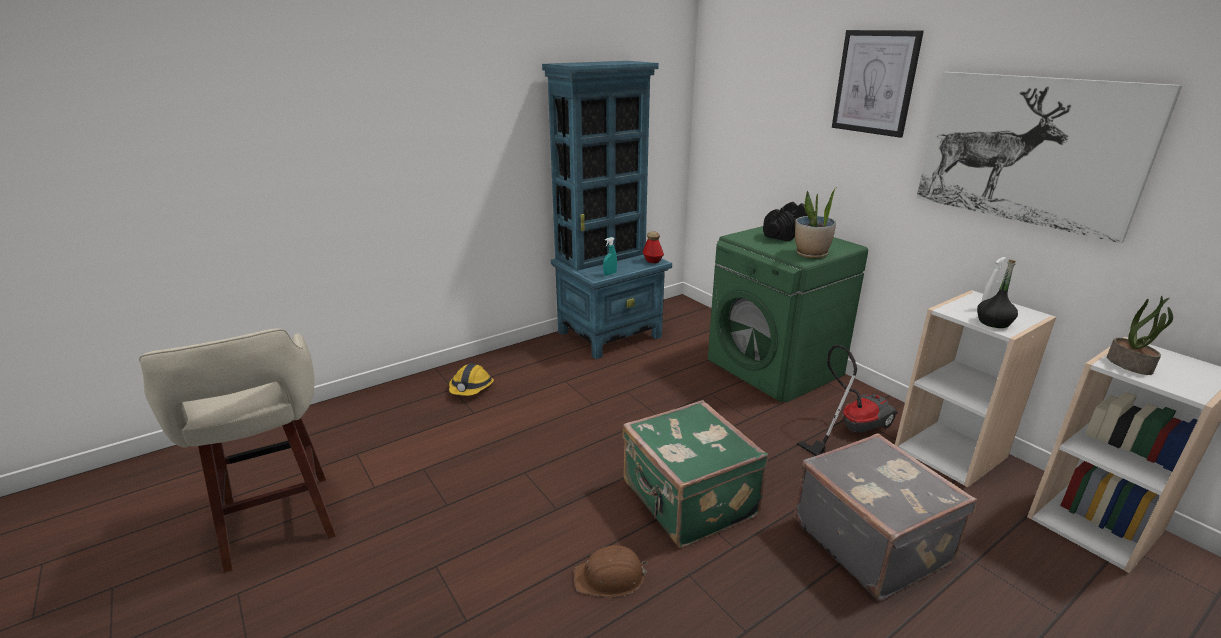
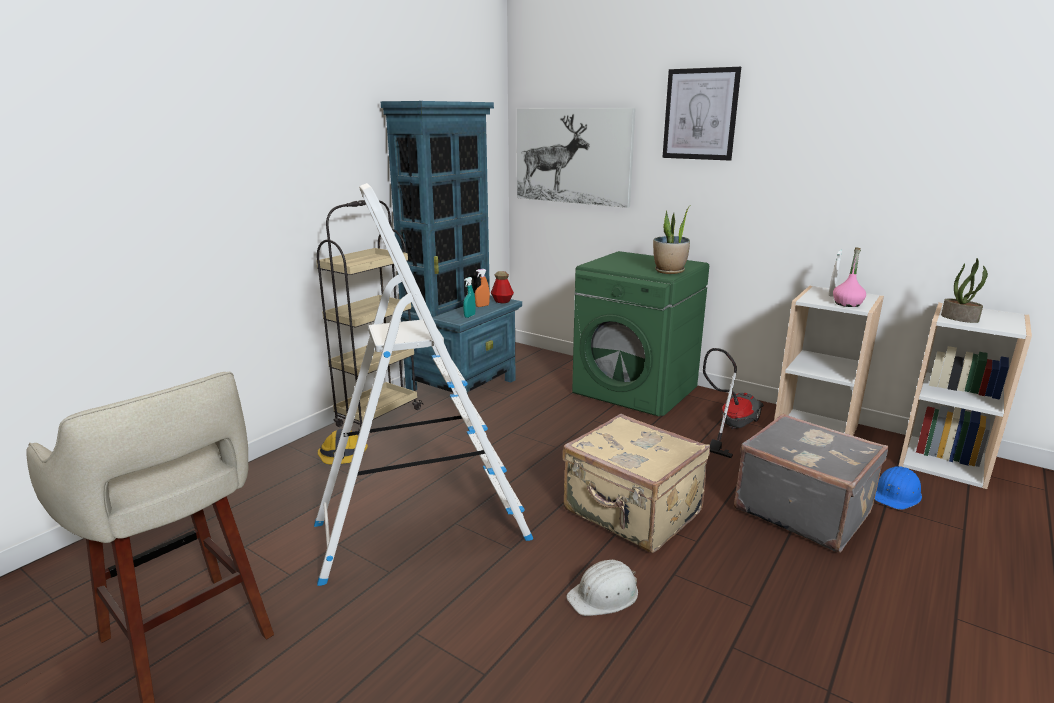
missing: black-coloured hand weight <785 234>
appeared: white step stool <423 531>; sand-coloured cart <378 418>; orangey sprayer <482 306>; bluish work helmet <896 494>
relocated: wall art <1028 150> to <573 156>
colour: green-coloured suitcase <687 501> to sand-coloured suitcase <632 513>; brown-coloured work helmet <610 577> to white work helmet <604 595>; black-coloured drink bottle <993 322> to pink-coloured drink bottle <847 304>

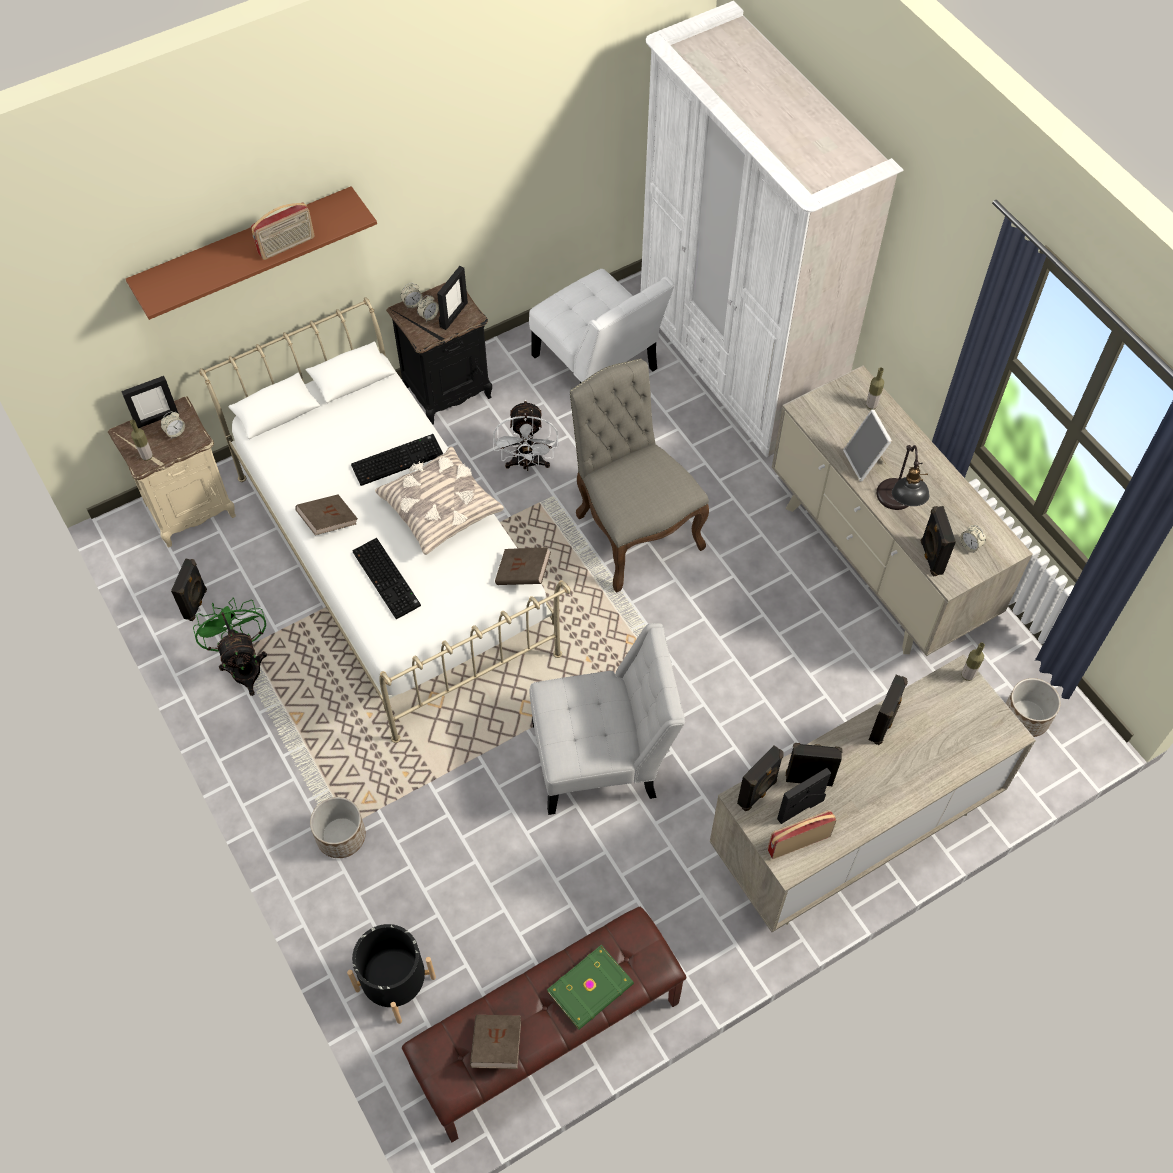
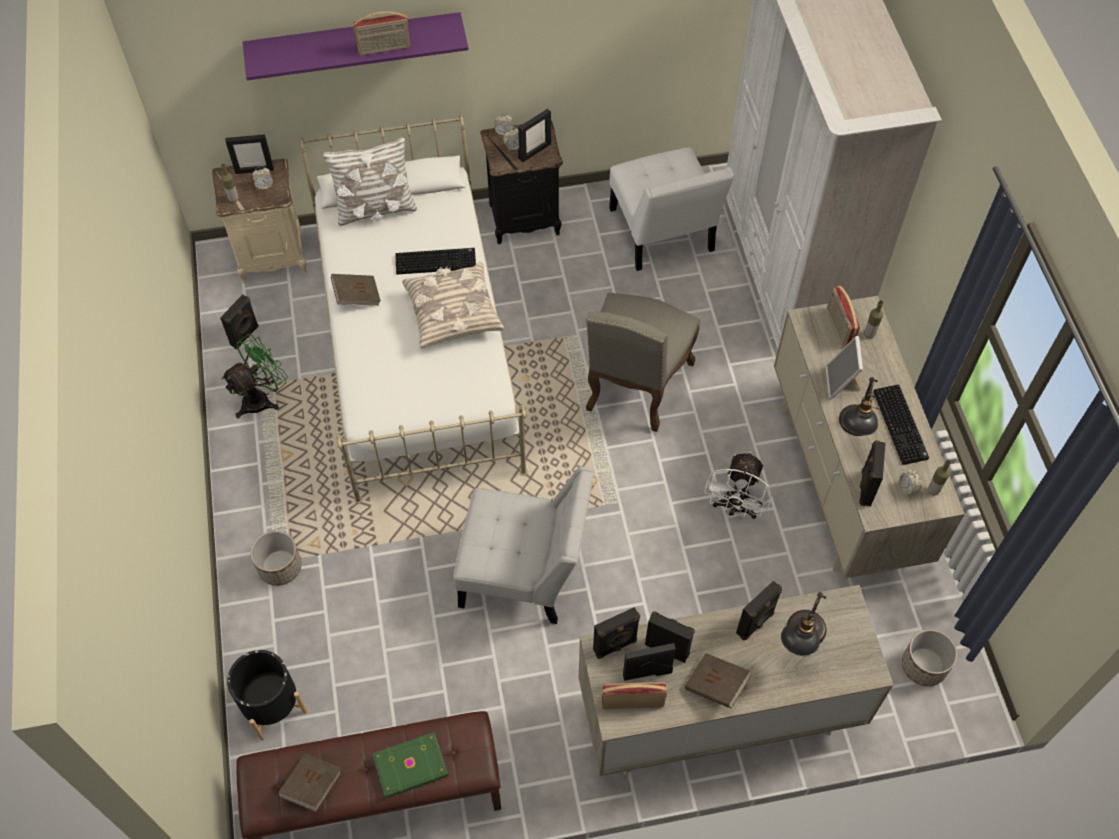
appeared: white throw pillow <376 210>; grey lamp for a table <800 643>; radio receiver <839 327>
relocated: brown-coloured volume <523 574> to <716 686>; white fan <527 464> to <735 508>; PC keyboard <388 579> to <902 425>; drink bottle <967 675> to <933 490>
colour: brown-coloured wall shelf <245 248> to purple-coloured wall shelf <355 42>
spun: green-coloured fan <244 665> = <262 398> 45 degrees clockwise; grey chair <634 532> = <634 387> 150 degrees counterclockwise

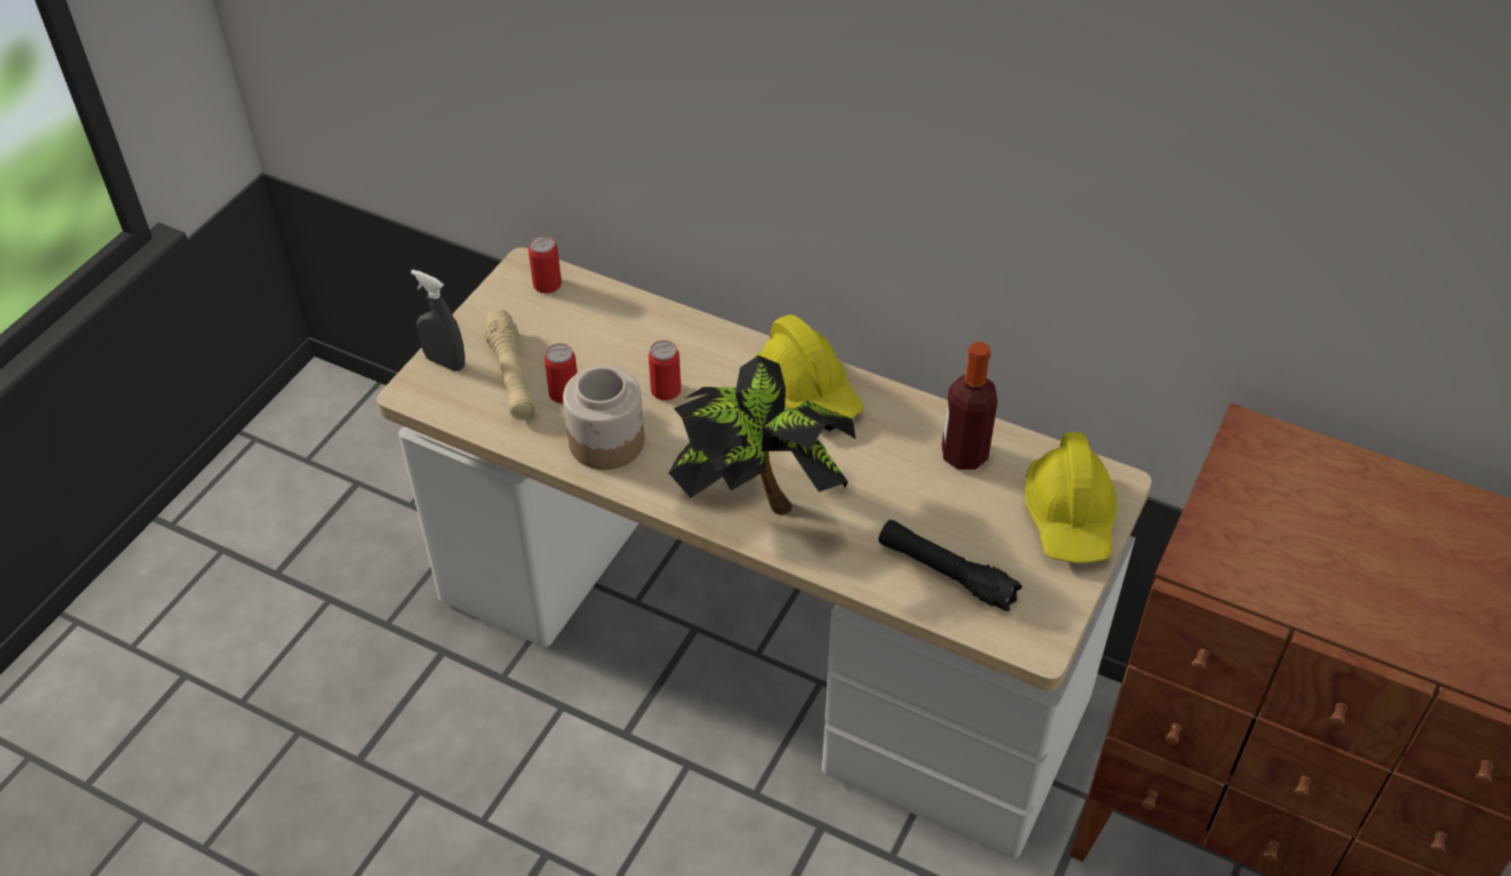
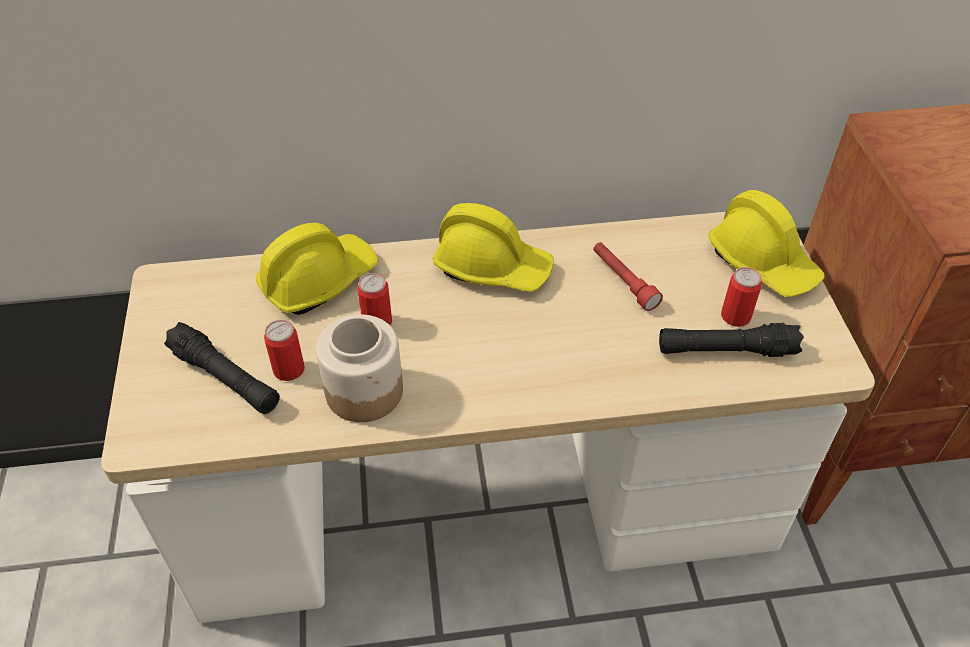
missing: grey sprayer <445 362>; houseplant <760 497>; drink bottle <964 455>
appeared: yellow work helmet <318 280>; red torch <623 281>
relocated: metal can <547 284> to <735 316>
colour: sand-coloured torch <512 375> to black-coloured torch <225 378>

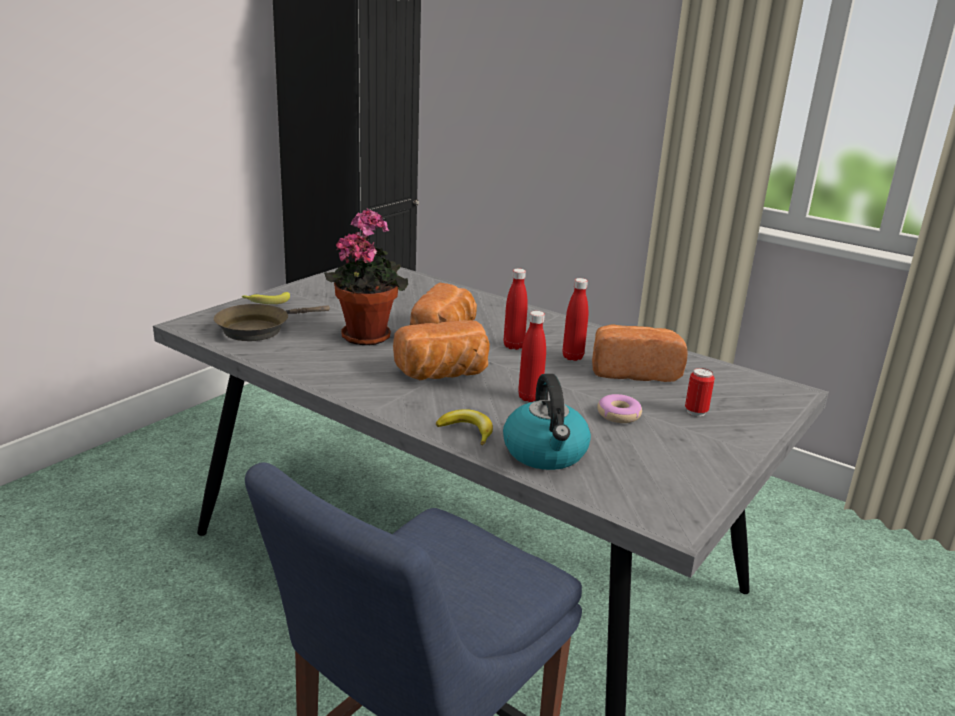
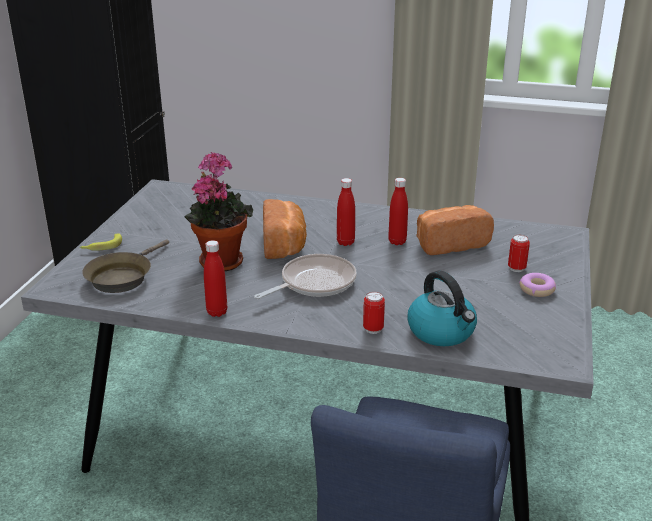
relocated: red drink bottle <530 397> to <217 312>; doughnut <618 415> to <536 289>
exchanged: baked bread <444 375> to frying pan <314 283>; banana <467 431> to metal can <373 329>

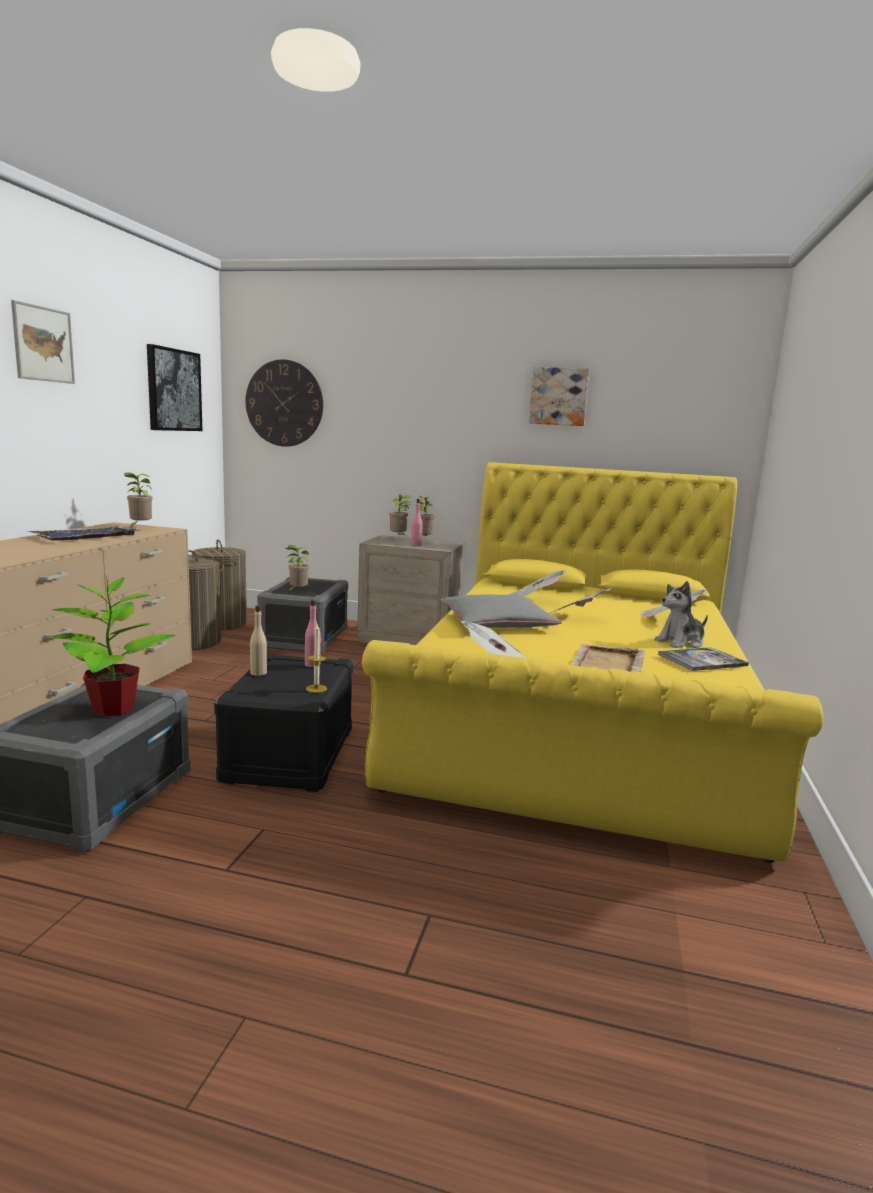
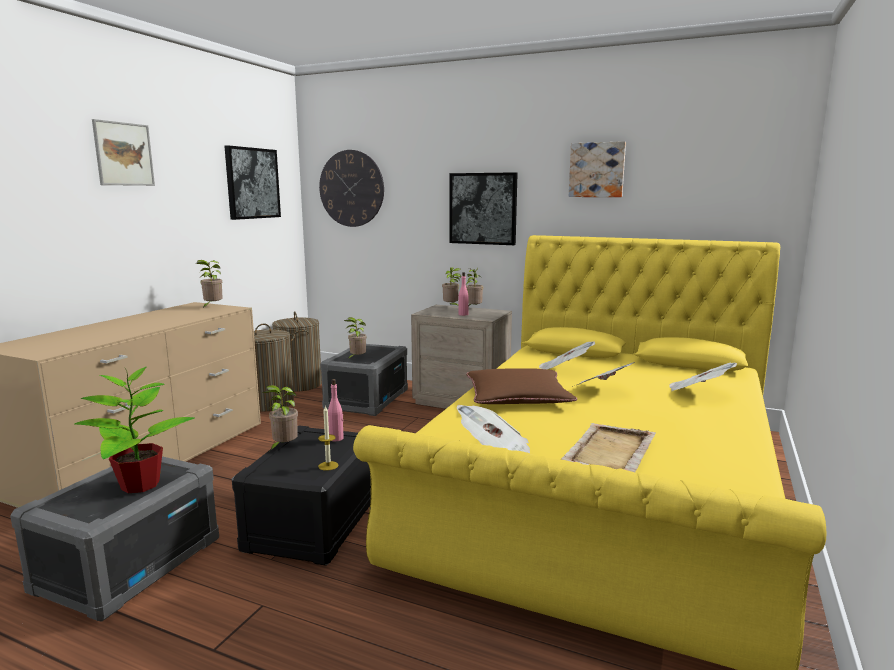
missing: bluish carrying tray <85 536>; soft toy <680 642>; volume <702 660>
appeared: wall art <483 208>
exchanged: sand-coloured drink bottle <258 673> to houseplant <283 447>
colour: grey throw pillow <497 622> to brown-coloured throw pillow <517 397>

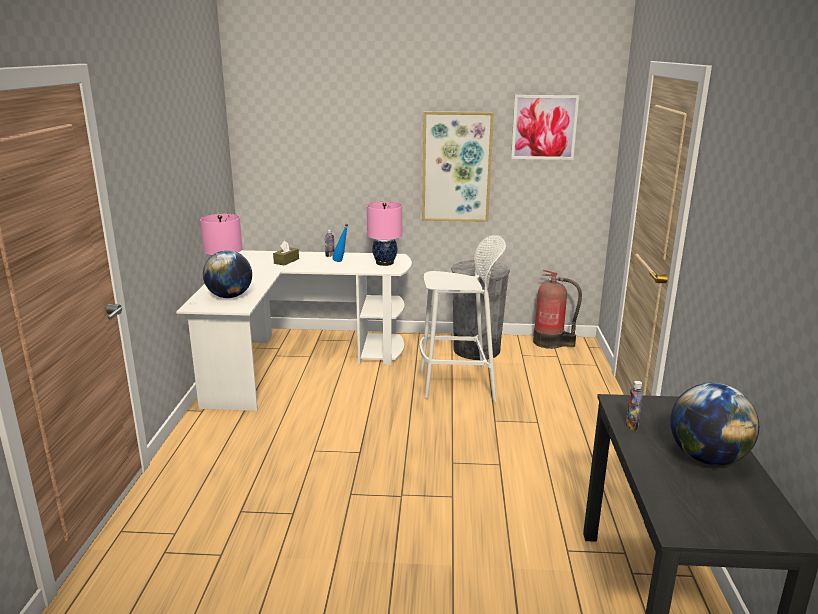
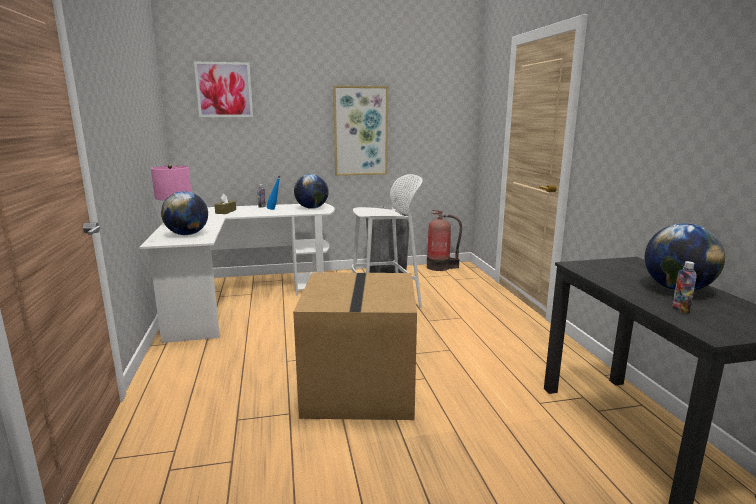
appeared: cardboard box <358 386>
relocated: wall art <544 127> to <224 90>; drink bottle <631 426> to <680 309>
exchanged: pink-coloured lamp for a table <384 263> to globe <311 208>

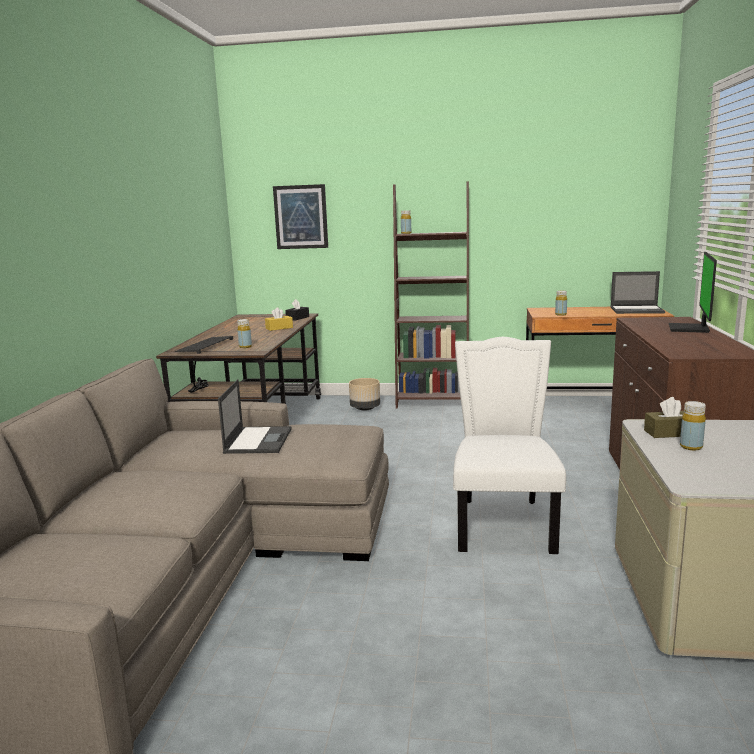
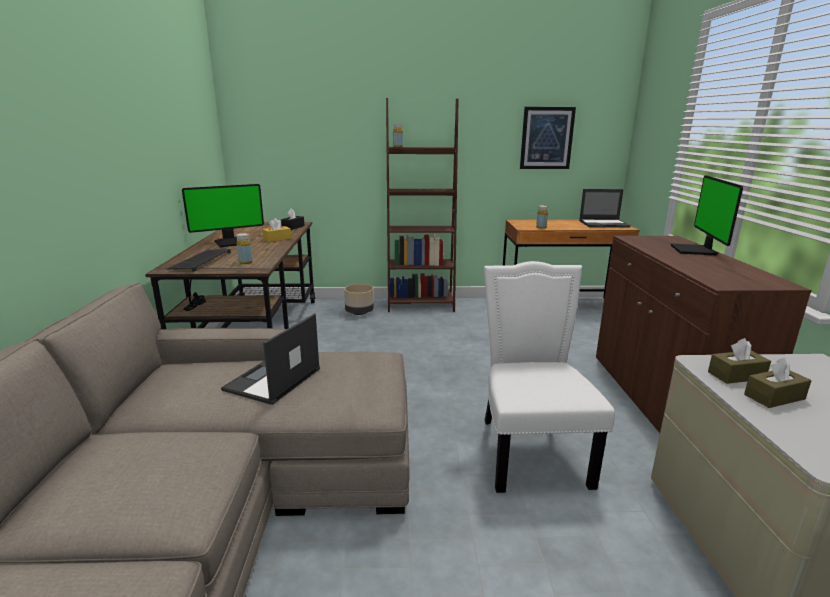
appeared: computer display <231 242>
relocated: wall art <301 217> to <546 138>
exchanged: yellow drink bottle <691 447> to brown-coloured tissue holder <774 397>
spun: laptop <258 440> = <272 380> 150 degrees counterclockwise

